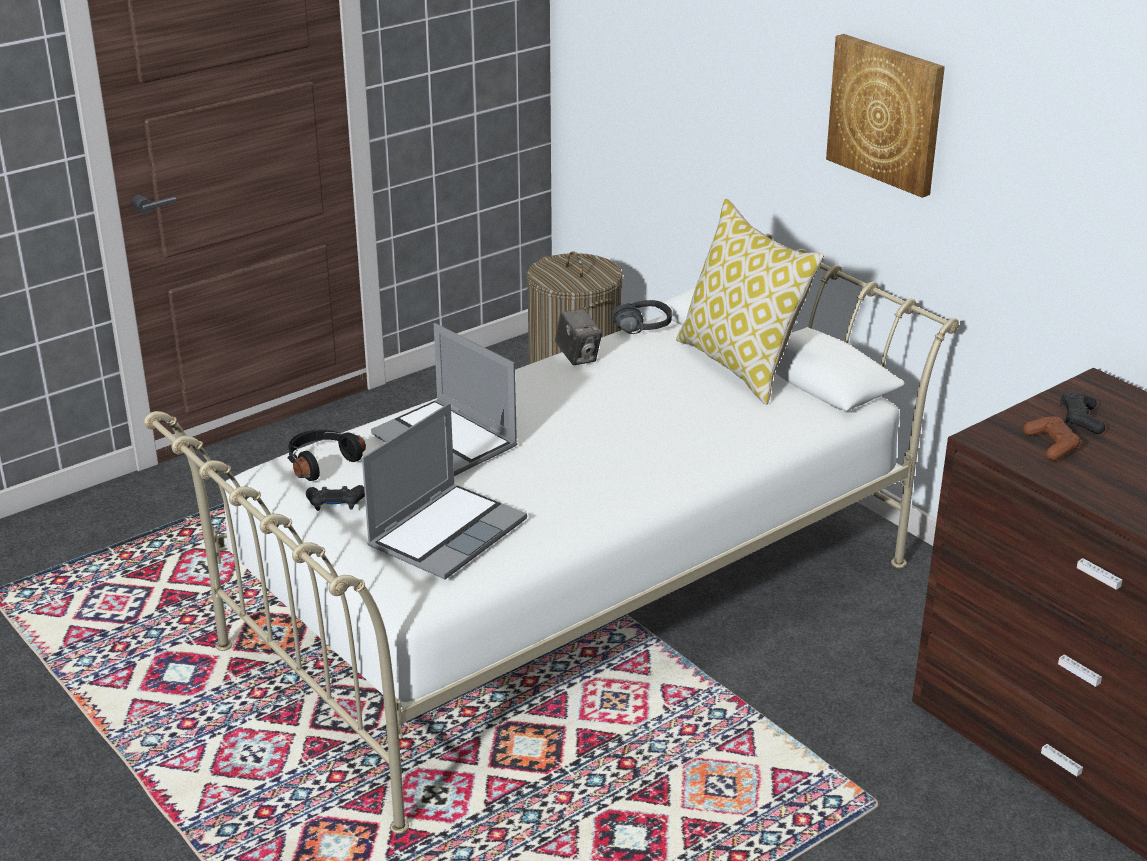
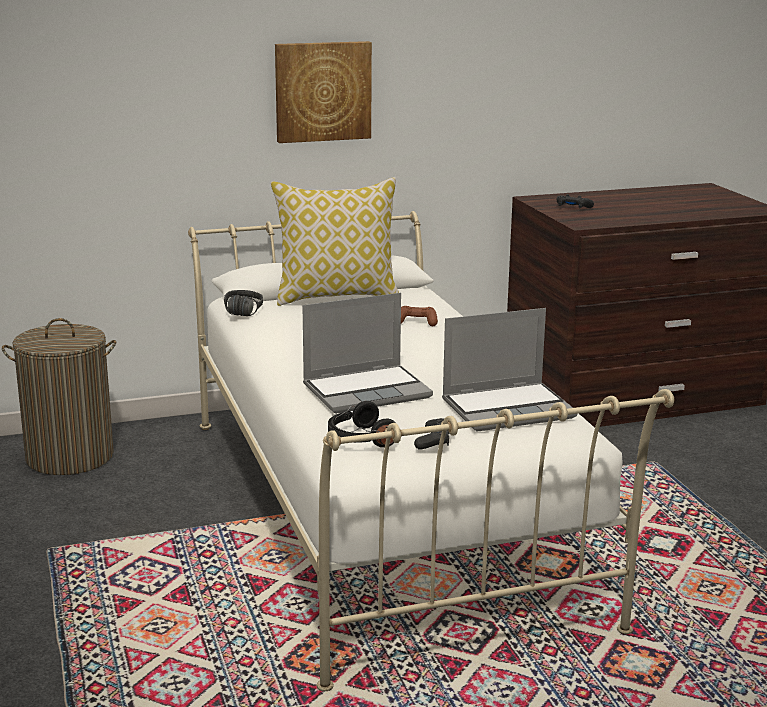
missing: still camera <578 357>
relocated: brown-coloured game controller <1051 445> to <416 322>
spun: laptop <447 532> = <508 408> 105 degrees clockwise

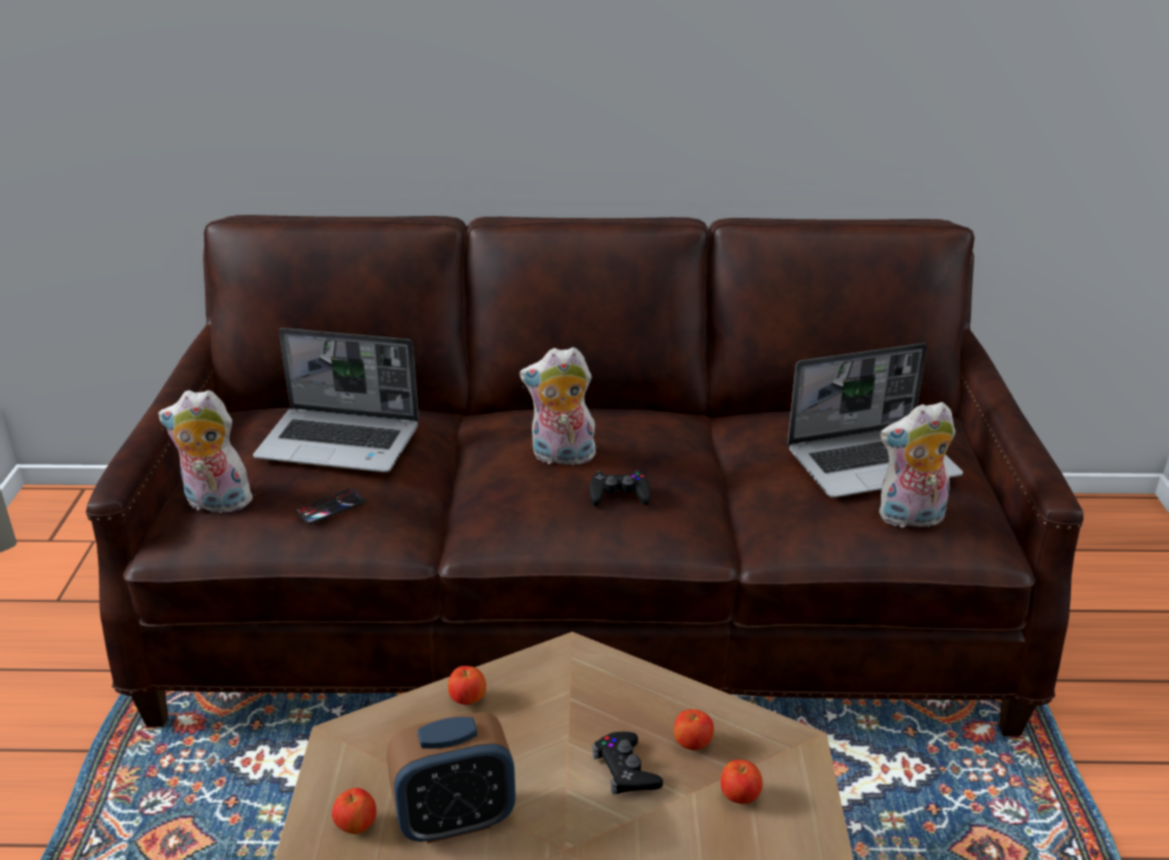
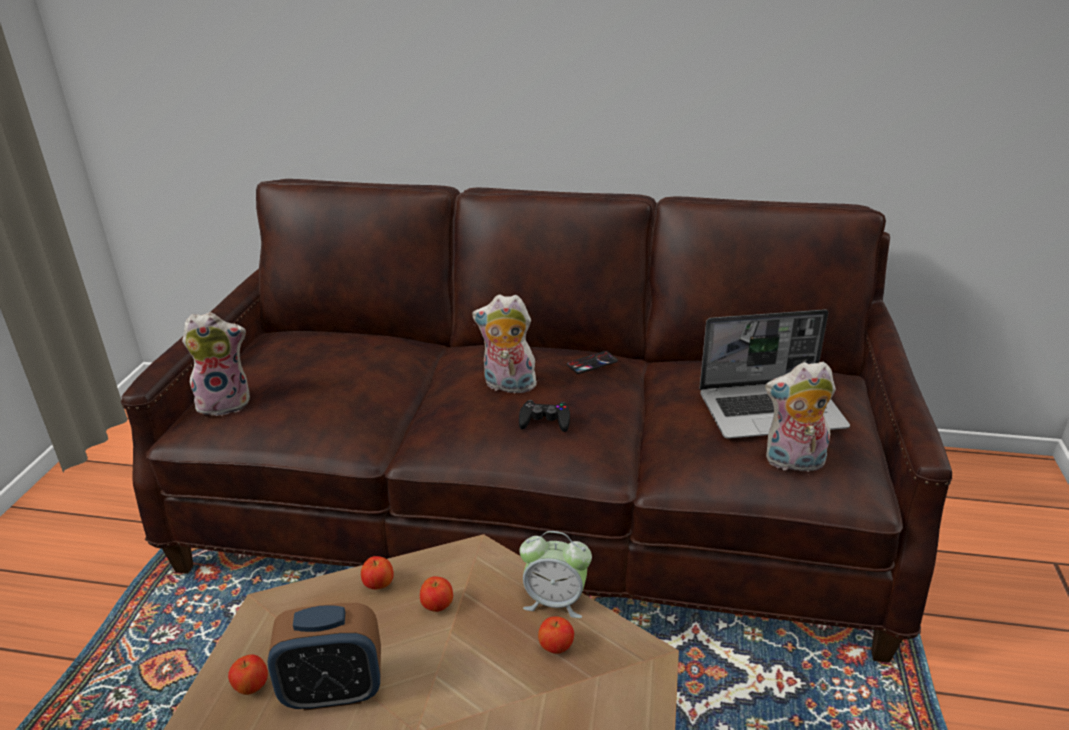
missing: laptop <341 442>; black-coloured game controller <625 770>
appeared: table clock <555 601>
relocated: whole apple <740 797> to <437 606>; telephone <331 506> to <592 363>
spun: soft toy <215 503> = <226 402> 150 degrees clockwise

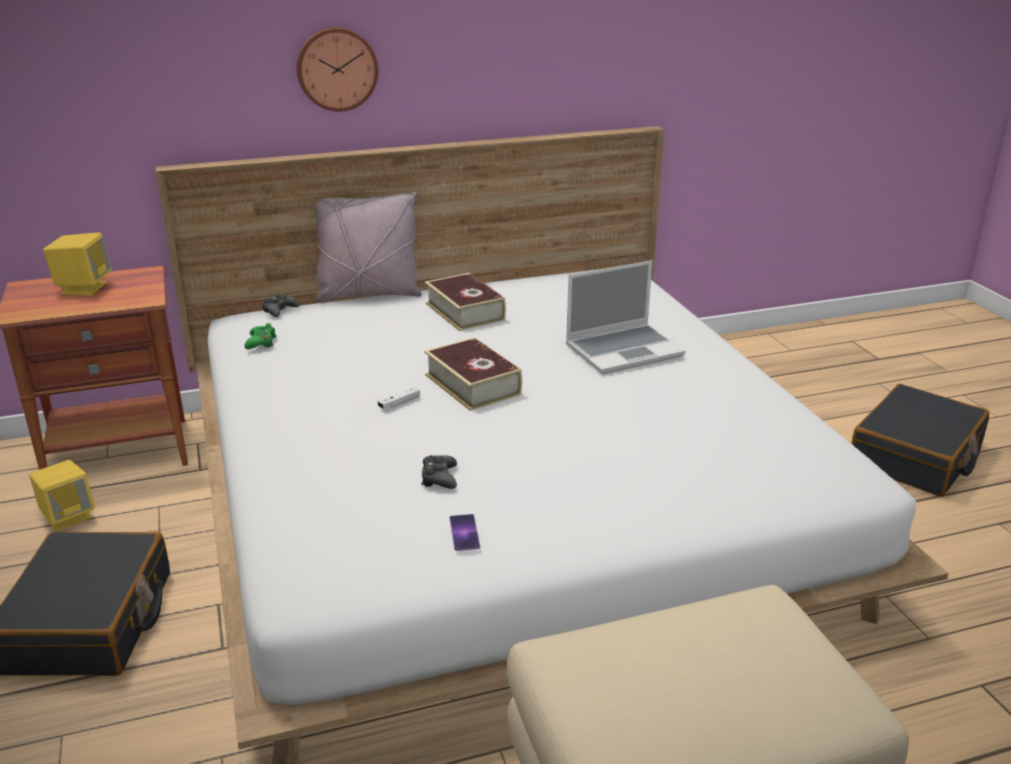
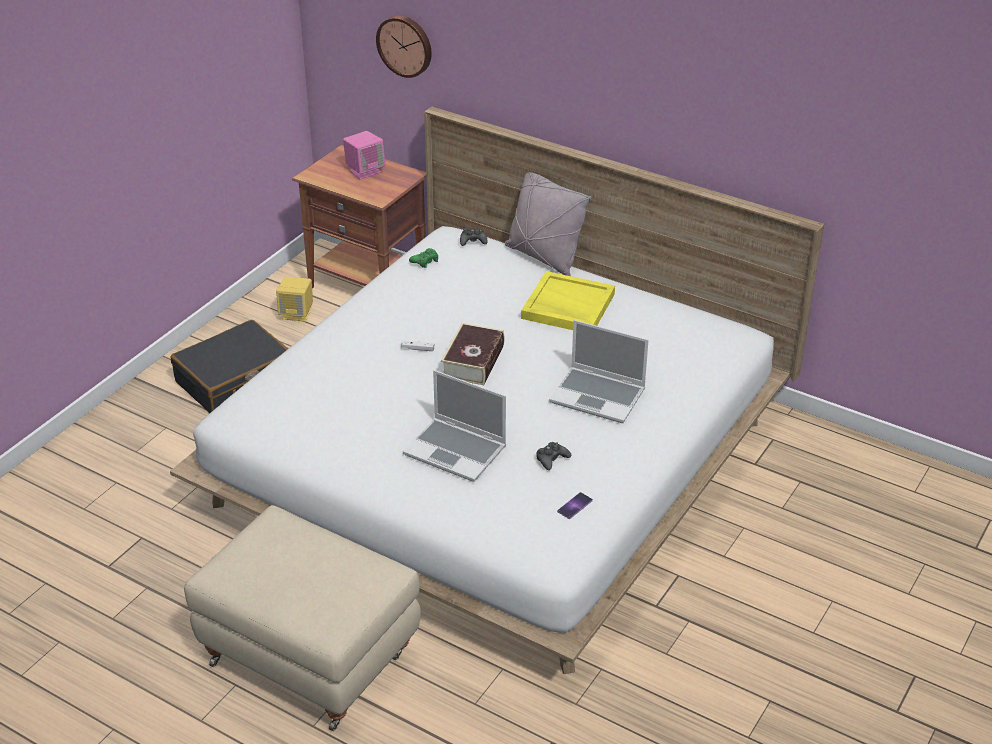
missing: black-coloured suitcase <916 457>
appeared: laptop <457 451>
relocated: hanging clock <336 68> to <405 45>; black-coloured game controller <439 478> to <551 459>; telephone <464 532> to <574 506>
exchanged: volume <465 311> to yellow carrying tray <567 306>
colour: yellow loudspeaker <84 288> to pink-coloured loudspeaker <365 171>

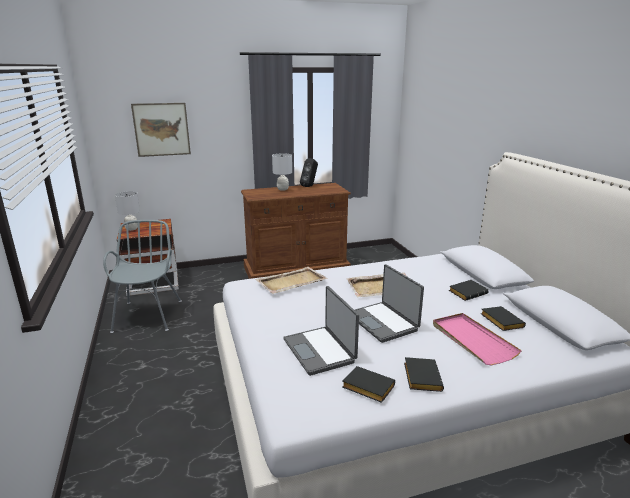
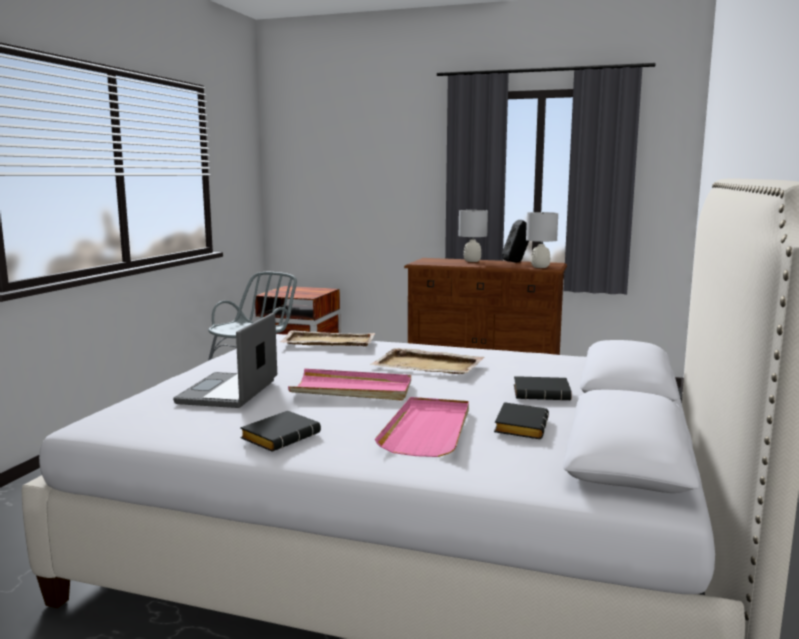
missing: wall art <161 129>; black-coloured volume <366 388>
relocated: grey lamp for a table <131 229> to <539 267>
exchanged: laptop <383 322> to pink-coloured carrying tray <352 389>

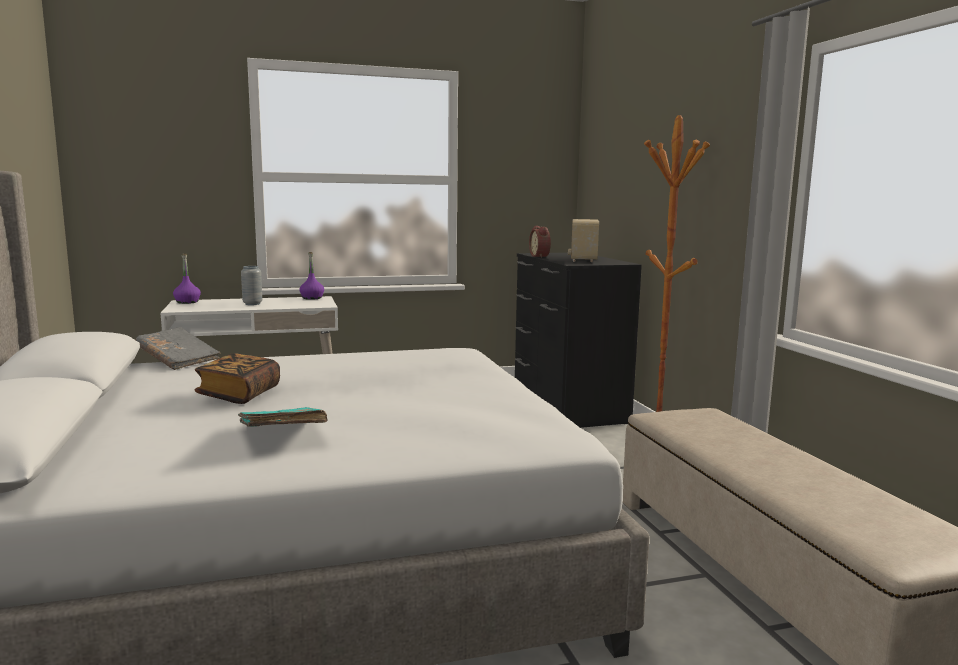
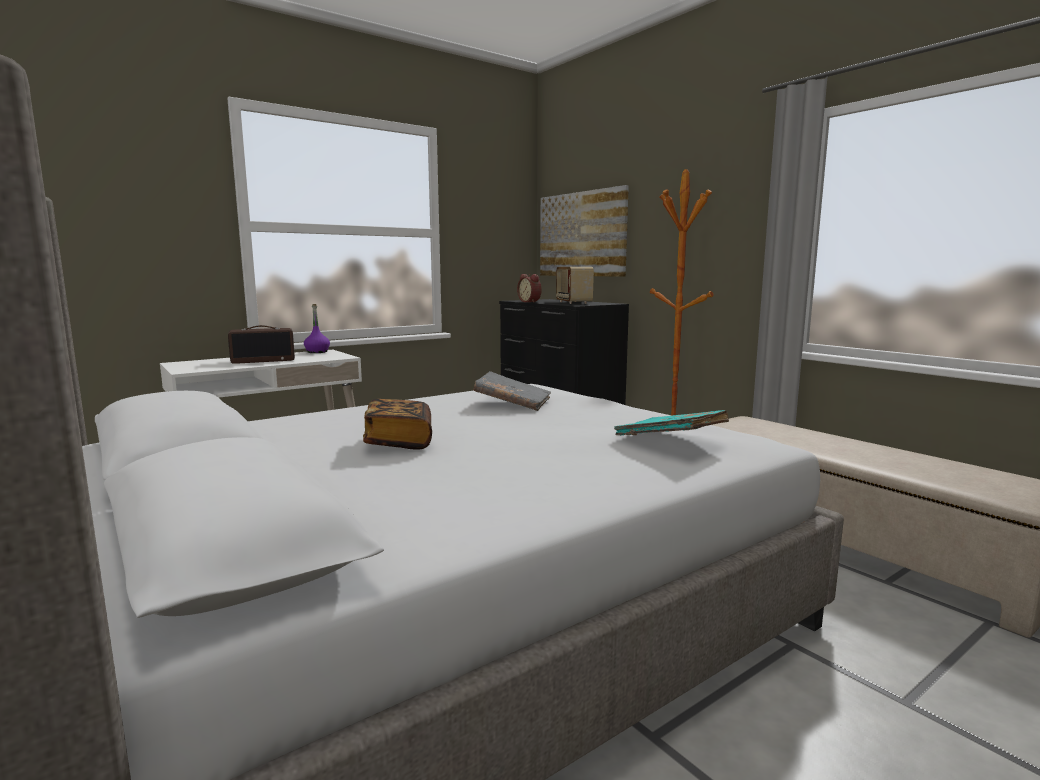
missing: purple-coloured drink bottle <187 302>
appeared: wall art <581 234>
relocated: grey volume <178 360> to <512 403>; turquoise-coloured volume <281 435> to <670 441>
exchanged: grey vase <252 304> to radio receiver <263 360>

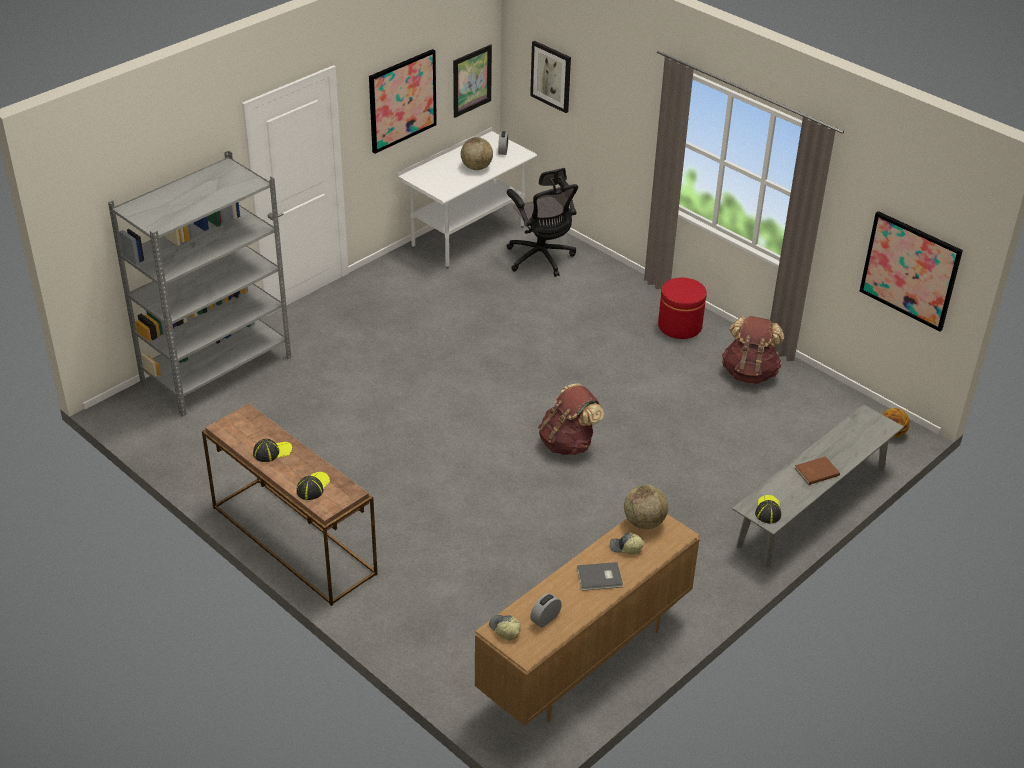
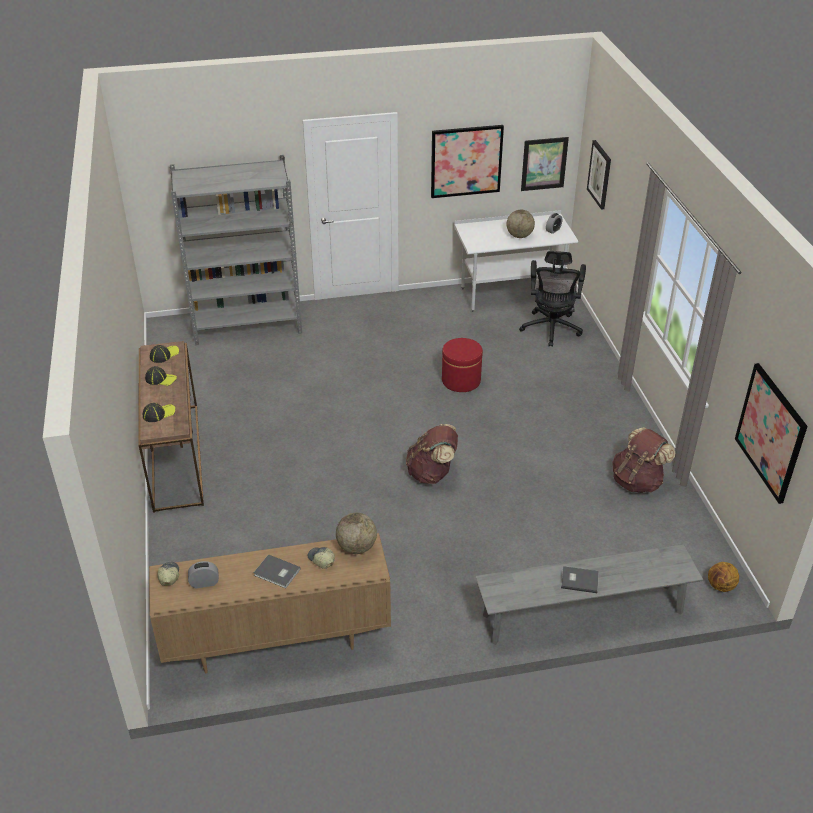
relocated: baseball cap <768 510> to <164 355>; red ottoman <679 326> to <461 381>
colour: brown-coloured volume <815 471> to grey volume <579 580>

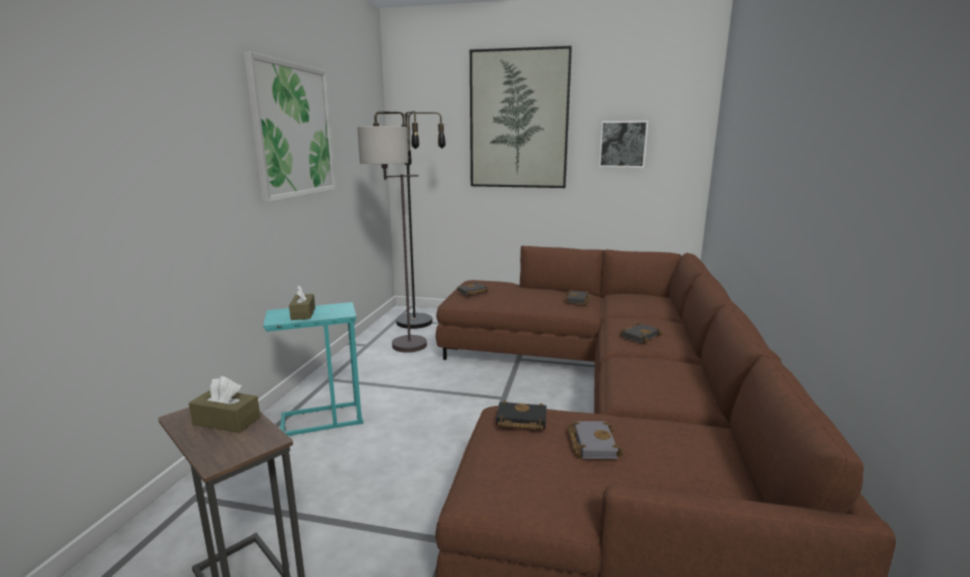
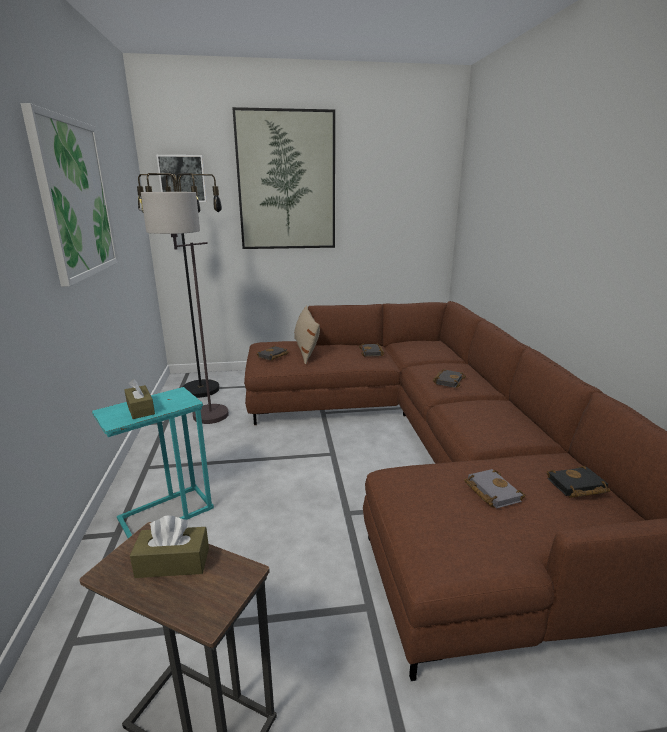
appeared: sand-coloured throw pillow <306 350>
relocated: wall art <622 144> to <182 178>; black-coloured volume <520 421> to <576 486>

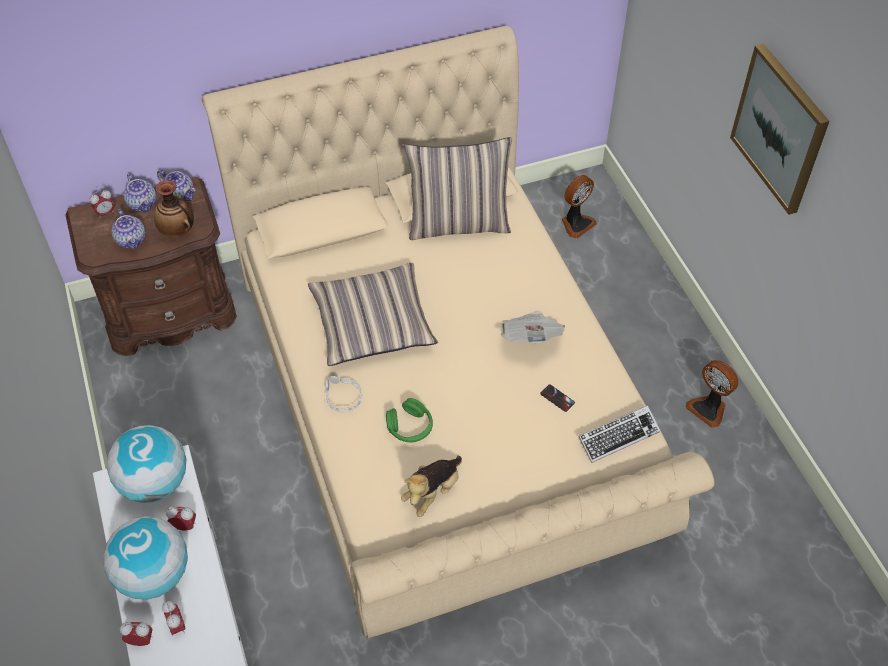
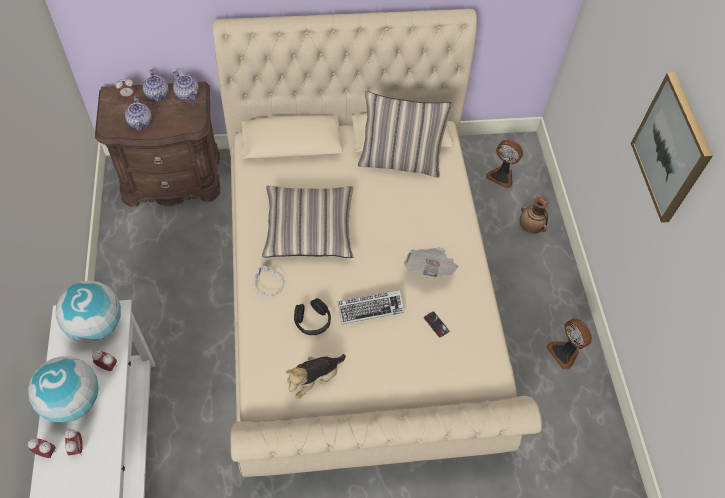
relocated: PC keyboard <618 436> to <370 308>; vase <178 231> to <530 227>
colour: green-coloured pair of headphones <410 427> to black-coloured pair of headphones <312 321>
spun: fan <576 223> = <501 176> 60 degrees clockwise

